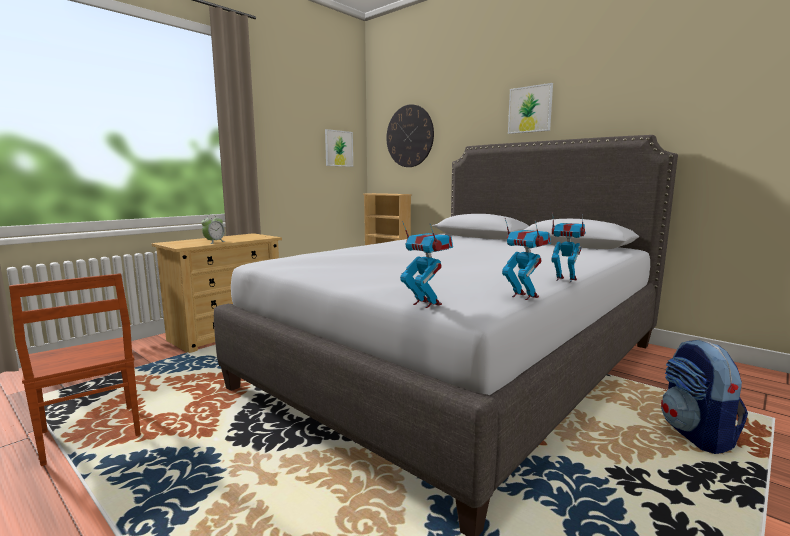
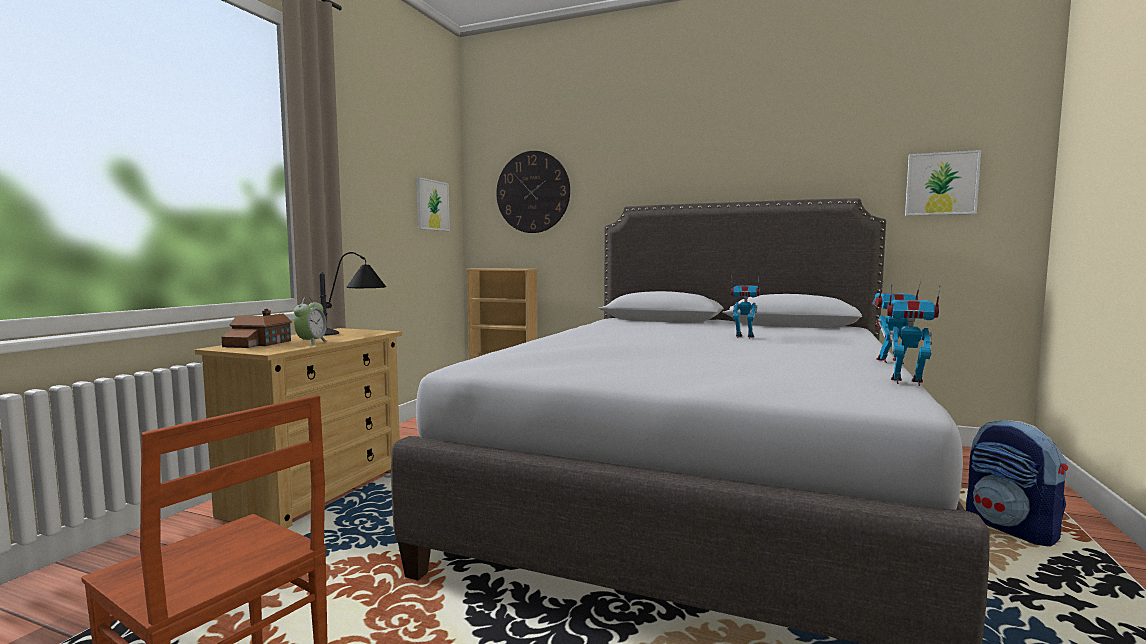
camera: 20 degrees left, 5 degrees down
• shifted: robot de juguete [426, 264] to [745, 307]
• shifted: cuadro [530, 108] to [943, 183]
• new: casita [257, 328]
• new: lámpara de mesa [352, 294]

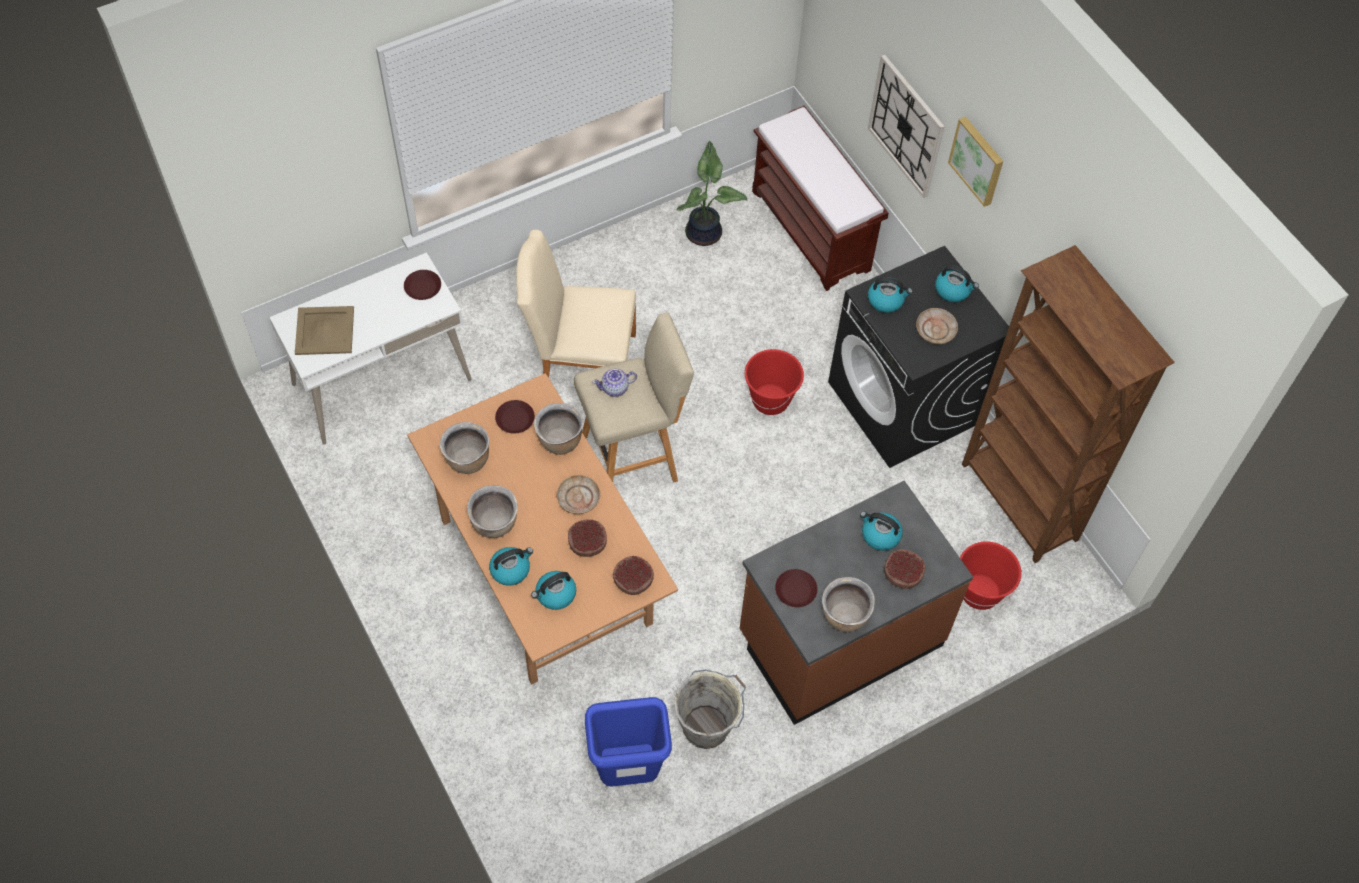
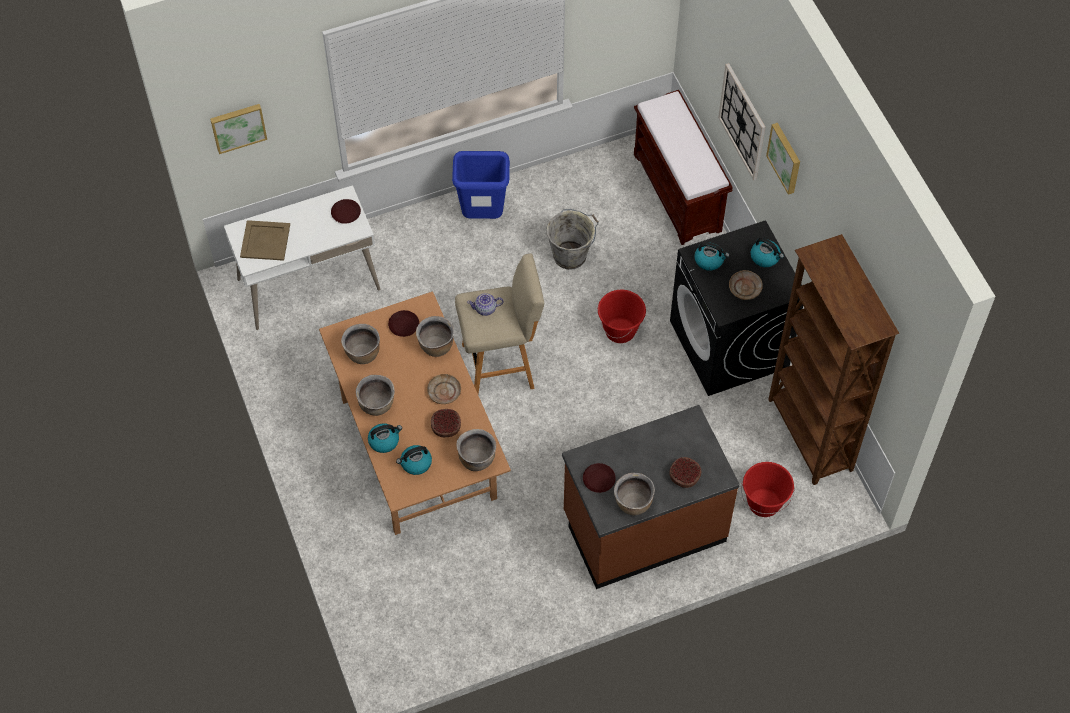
camera: 10 degrees right, 0 degrees up
• gone: silla/beis [576, 304]
• shifted: papelera/azul [628, 741] to [481, 185]
• swapped: cuenco [633, 575] to olla/marrón [476, 450]
• shifted: cubo/gris [710, 709] to [573, 239]
• gone: planta en maceta [711, 193]
• gone: hervidor [881, 531]
• new: cuadro [238, 129]

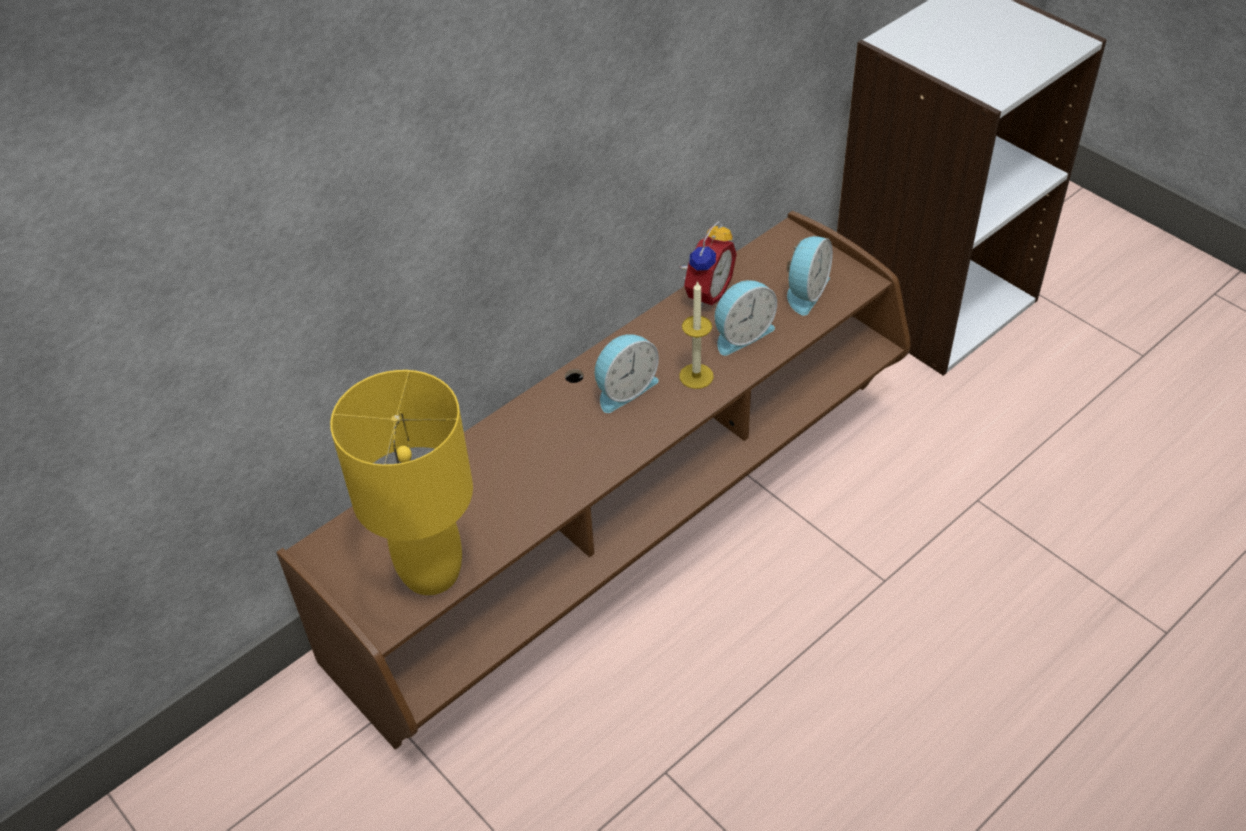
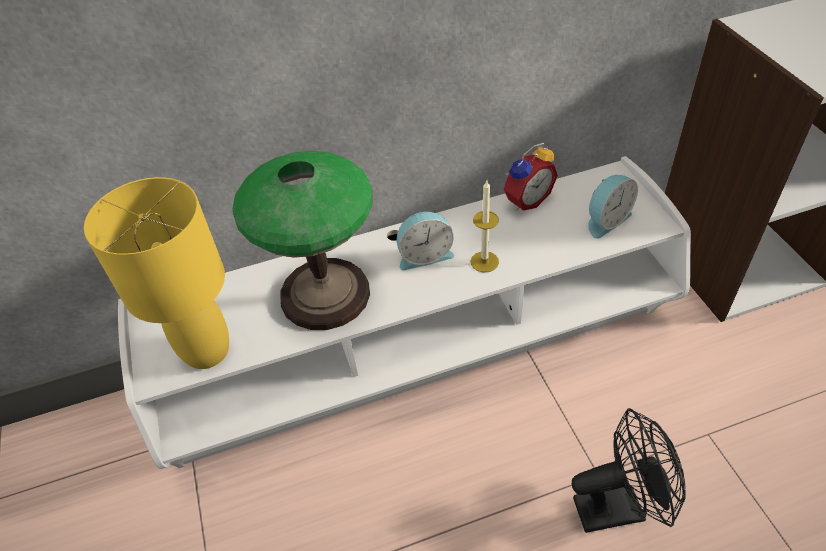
camera: 25 degrees right, 0 degrees up
• repainted: mueble de televisión/marrón [593, 480] to mueble de televisión/blanco [404, 312]
• gone: despertador [746, 318]
• new: lámpara de mesa [302, 240]
• new: ventilador/negro [629, 470]

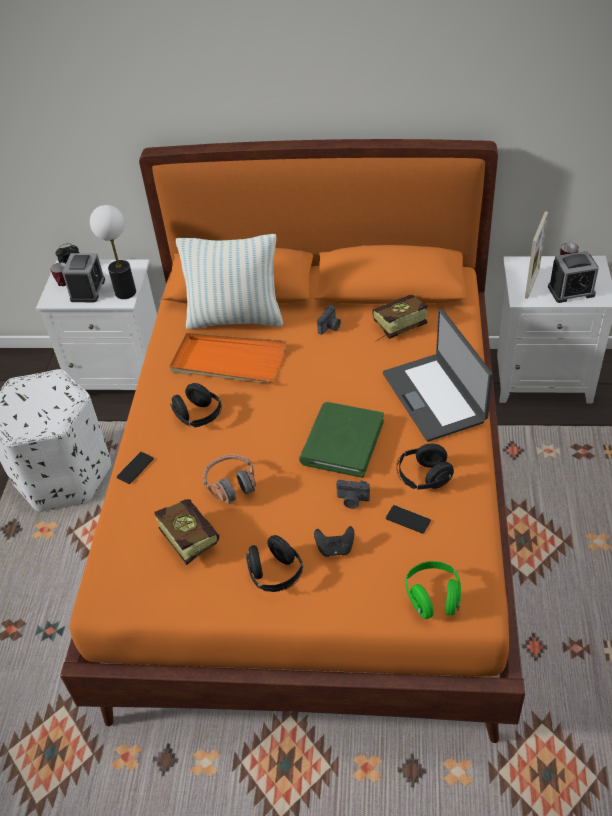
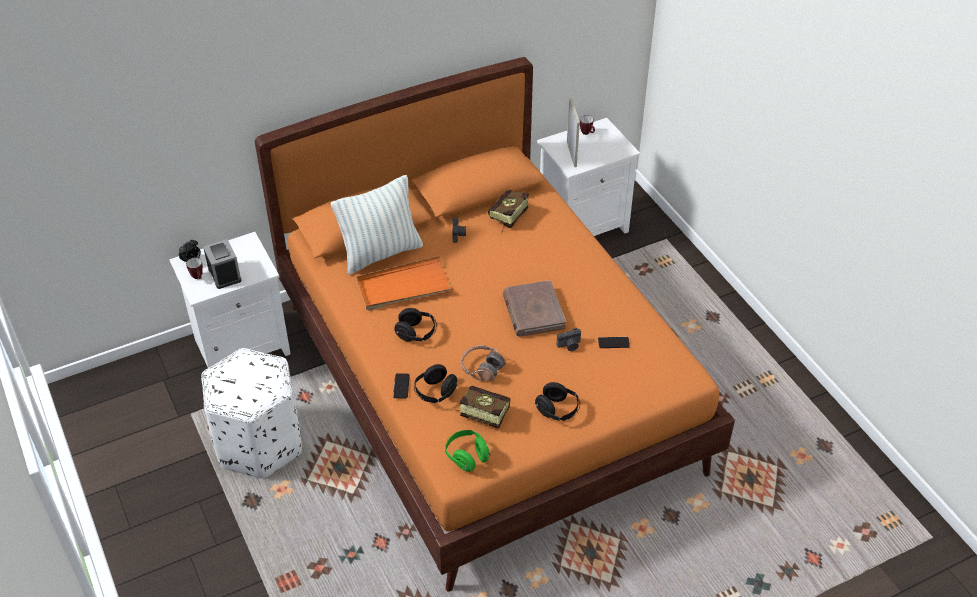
camera: 35 degrees left, 0 degrees up
• gone: lámpara de mesa [113, 252]
• repainted: libro/verde [341, 440] to libro/marrón [534, 308]
• gone: mando de consola/negro [334, 541]
• gone: portátil [438, 375]
• shifted: auriculares/negro [425, 466] to [435, 383]
• shifted: auriculares/verde [433, 590] to [468, 451]
• gone: despertador [573, 277]

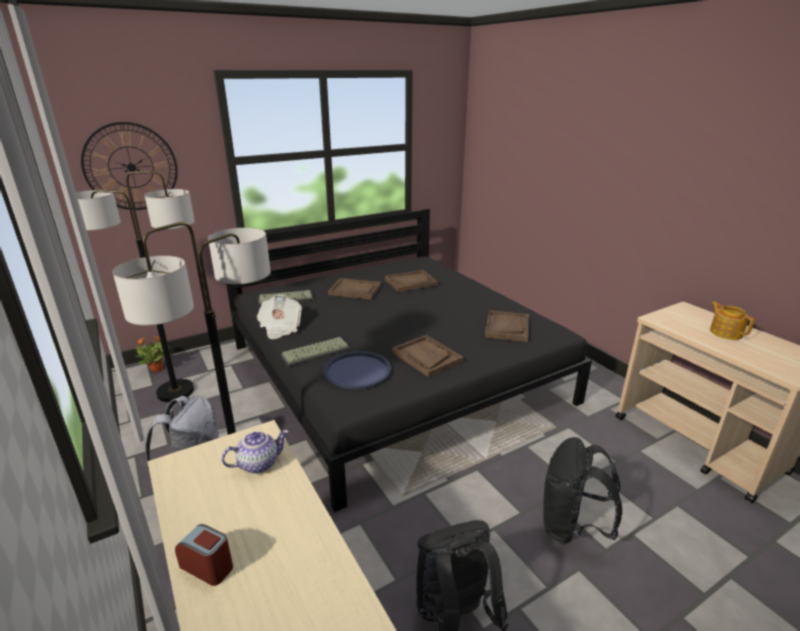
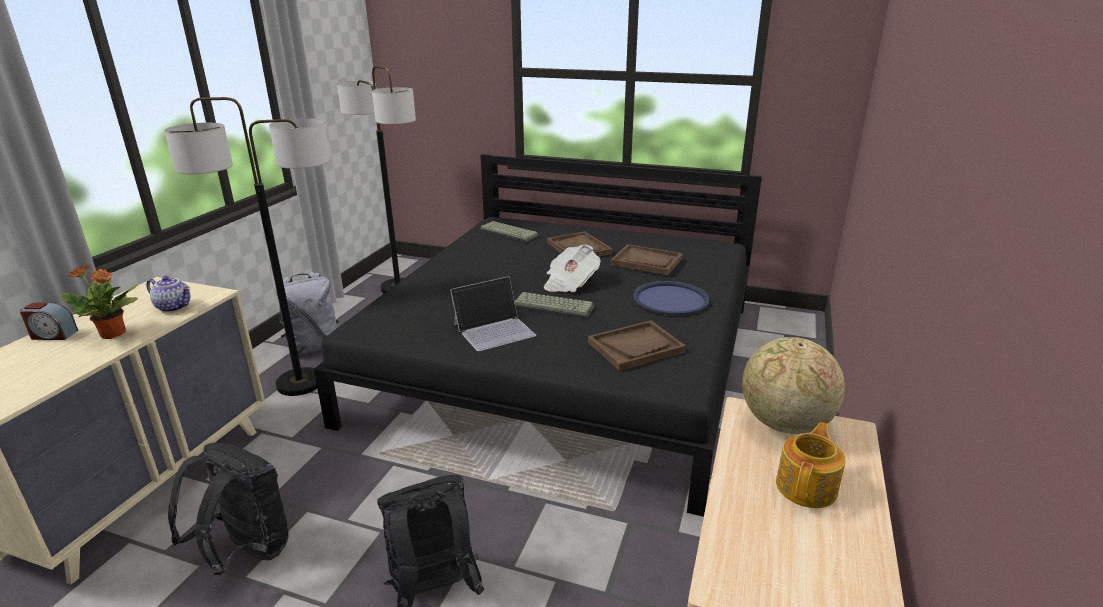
camera: 50 degrees right, 0 degrees up
• gone: reloj de pared [129, 166]
• shifted: planta en maceta [152, 354] to [99, 301]
• rotated: despertador [204, 555] = [49, 321] 105 degrees clockwise
• shifted: periódico [279, 317] to [572, 268]
• shifted: teclado [316, 352] to [554, 305]
• shifted: bandeja/azul [357, 370] to [671, 298]
• swapped: bandeja/marrón [428, 356] to portátil [493, 313]
• new: globo terráqueo [793, 385]

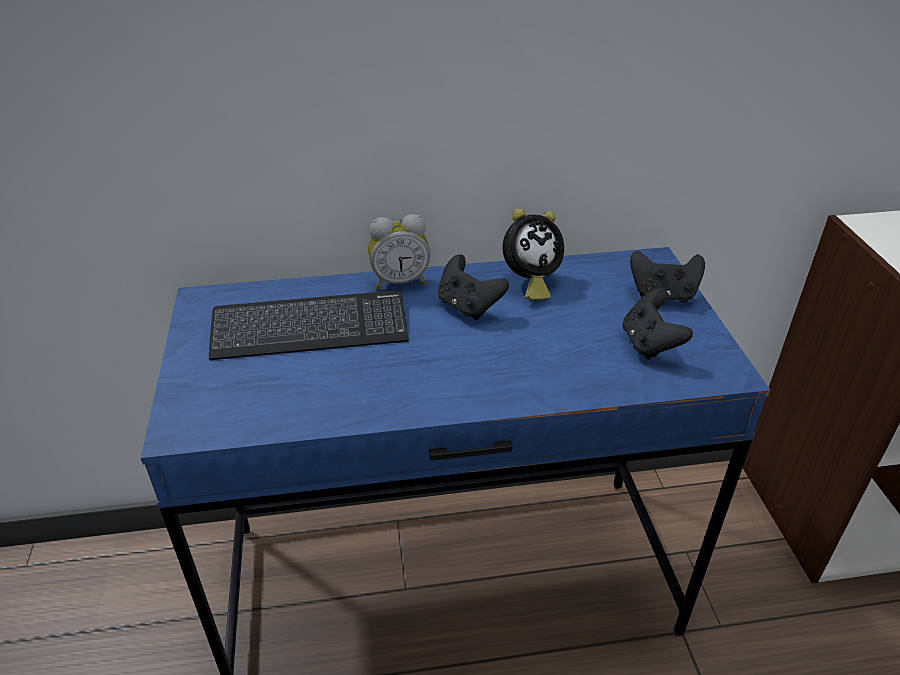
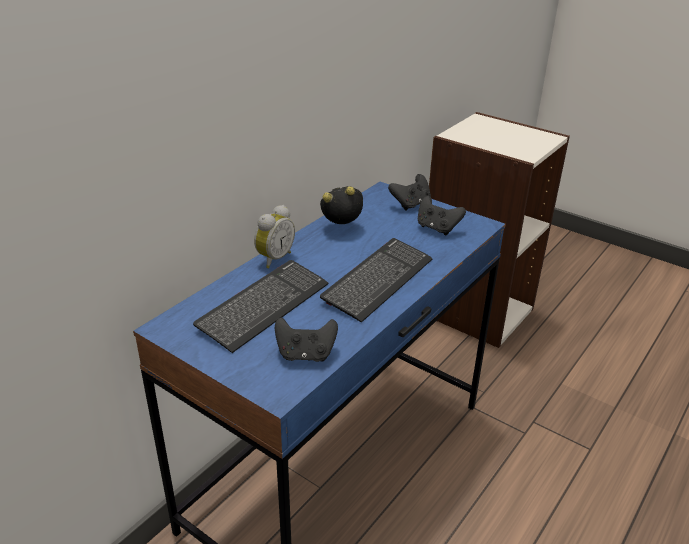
camera: 45 degrees left, 5 degrees down
• shifted: mando de consola/negro [473, 287] to [306, 339]
• rotated: despertador [533, 254] = [341, 205] 120 degrees counterclockwise
• new: teclado [376, 280]

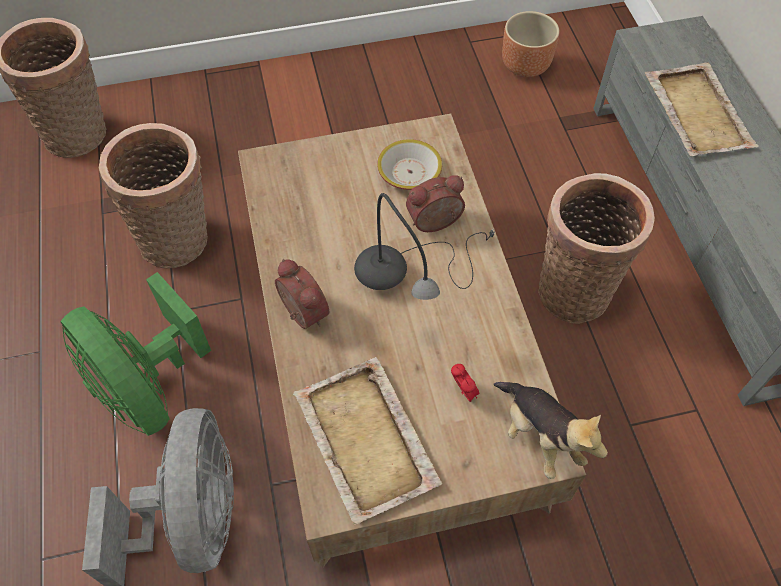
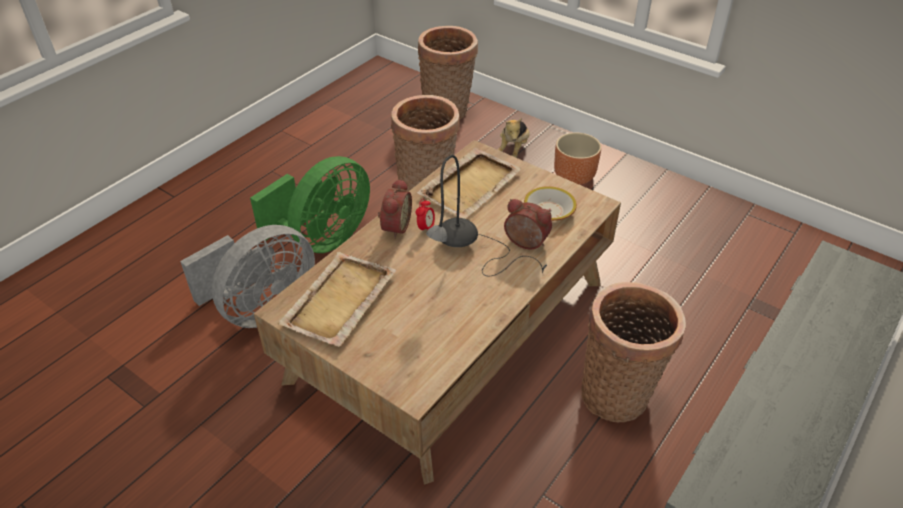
camera: 50 degrees right, 15 degrees down
• rotated: ventilador/verde [135, 354] = [310, 204] 150 degrees counterclockwise
• shifted: despertador [465, 383] to [425, 215]
• shifted: peluche [551, 430] to [514, 138]
• shifted: maceta/marrón [530, 44] to [577, 159]
• shifted: bandeja/beis [702, 109] to [469, 183]

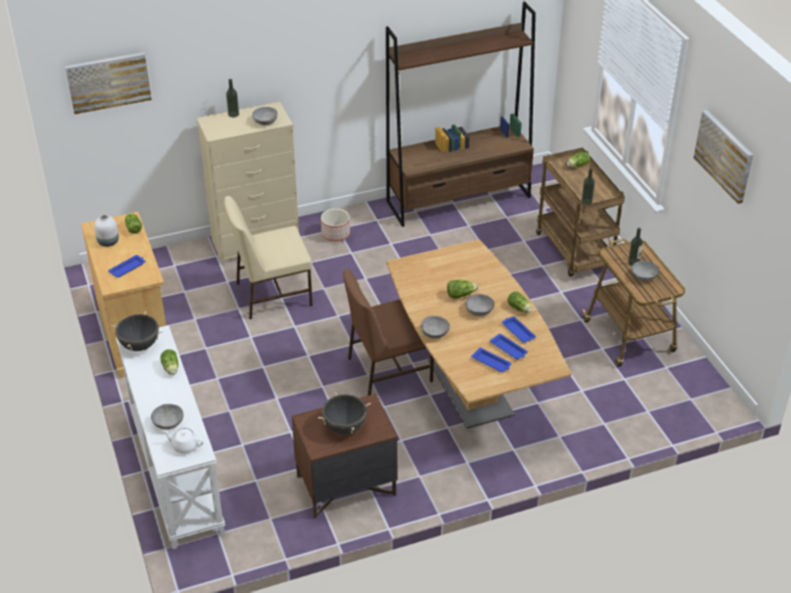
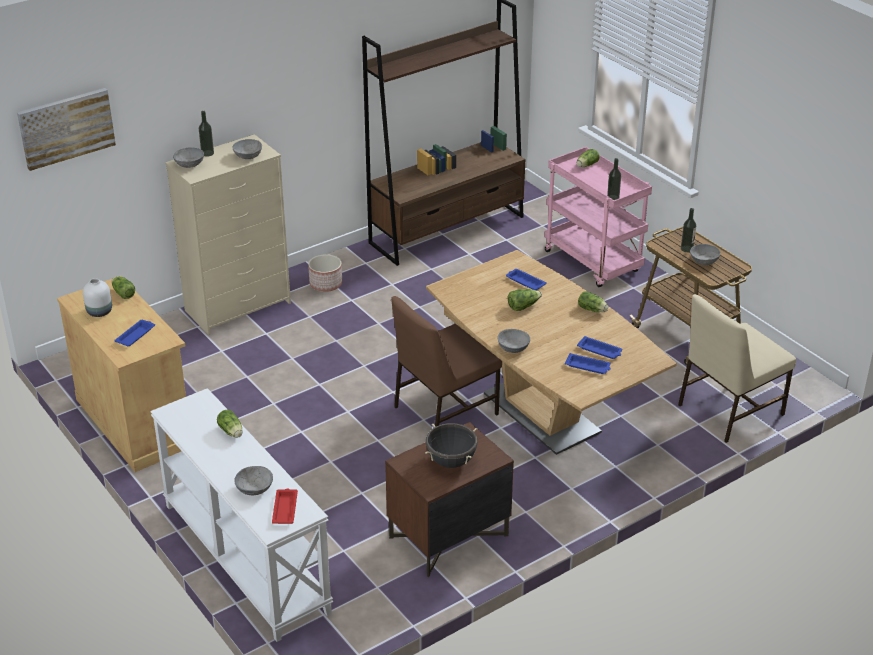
camera: 15 degrees left, 5 degrees down
• gone: olla/negro [136, 331]
• swapped: tetera/blanco [183, 440] to bandeja/rojo [285, 506]
• shifted: silla/beis [268, 257] to [737, 368]
• shifted: cuenco/gris [479, 305] to [188, 157]
• shifted: bandeja/azul [519, 329] to [526, 279]
• repainted: carrito/marrón [580, 212] to carrito/rosa [598, 217]
• gone: cuadro [723, 157]

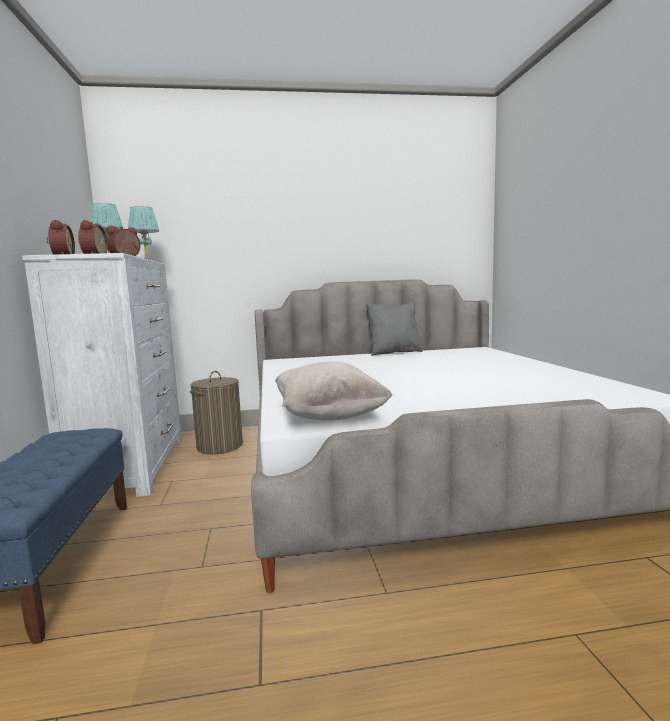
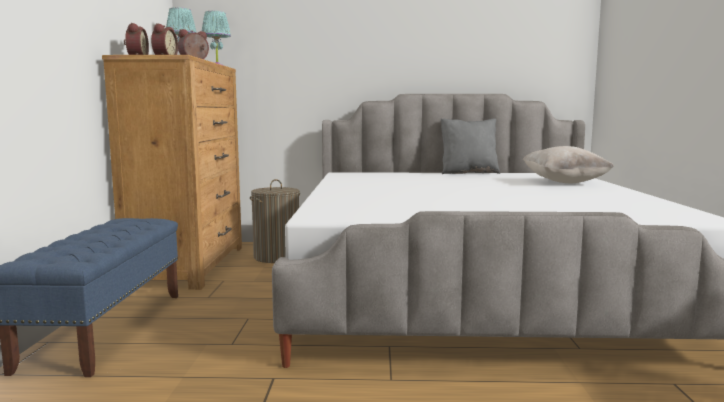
camera: 10 degrees right, 0 degrees up
• repainted: cómoda/blanco [102, 375] to cómoda/marrón [172, 172]
• shifted: cojín/beis [334, 391] to [568, 164]

